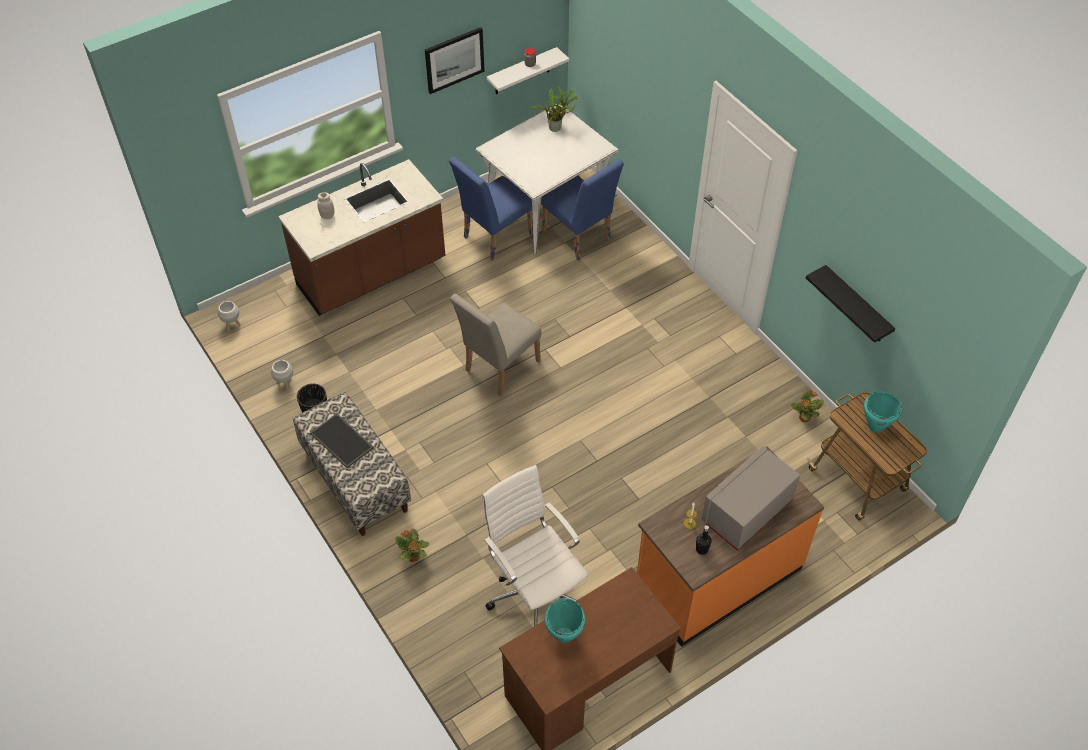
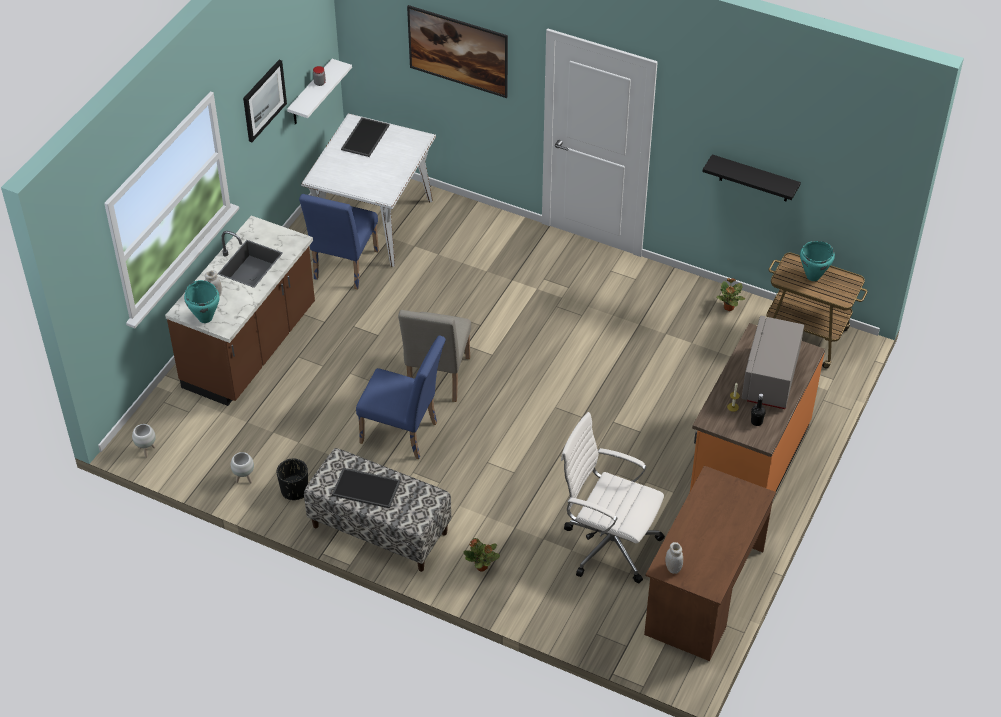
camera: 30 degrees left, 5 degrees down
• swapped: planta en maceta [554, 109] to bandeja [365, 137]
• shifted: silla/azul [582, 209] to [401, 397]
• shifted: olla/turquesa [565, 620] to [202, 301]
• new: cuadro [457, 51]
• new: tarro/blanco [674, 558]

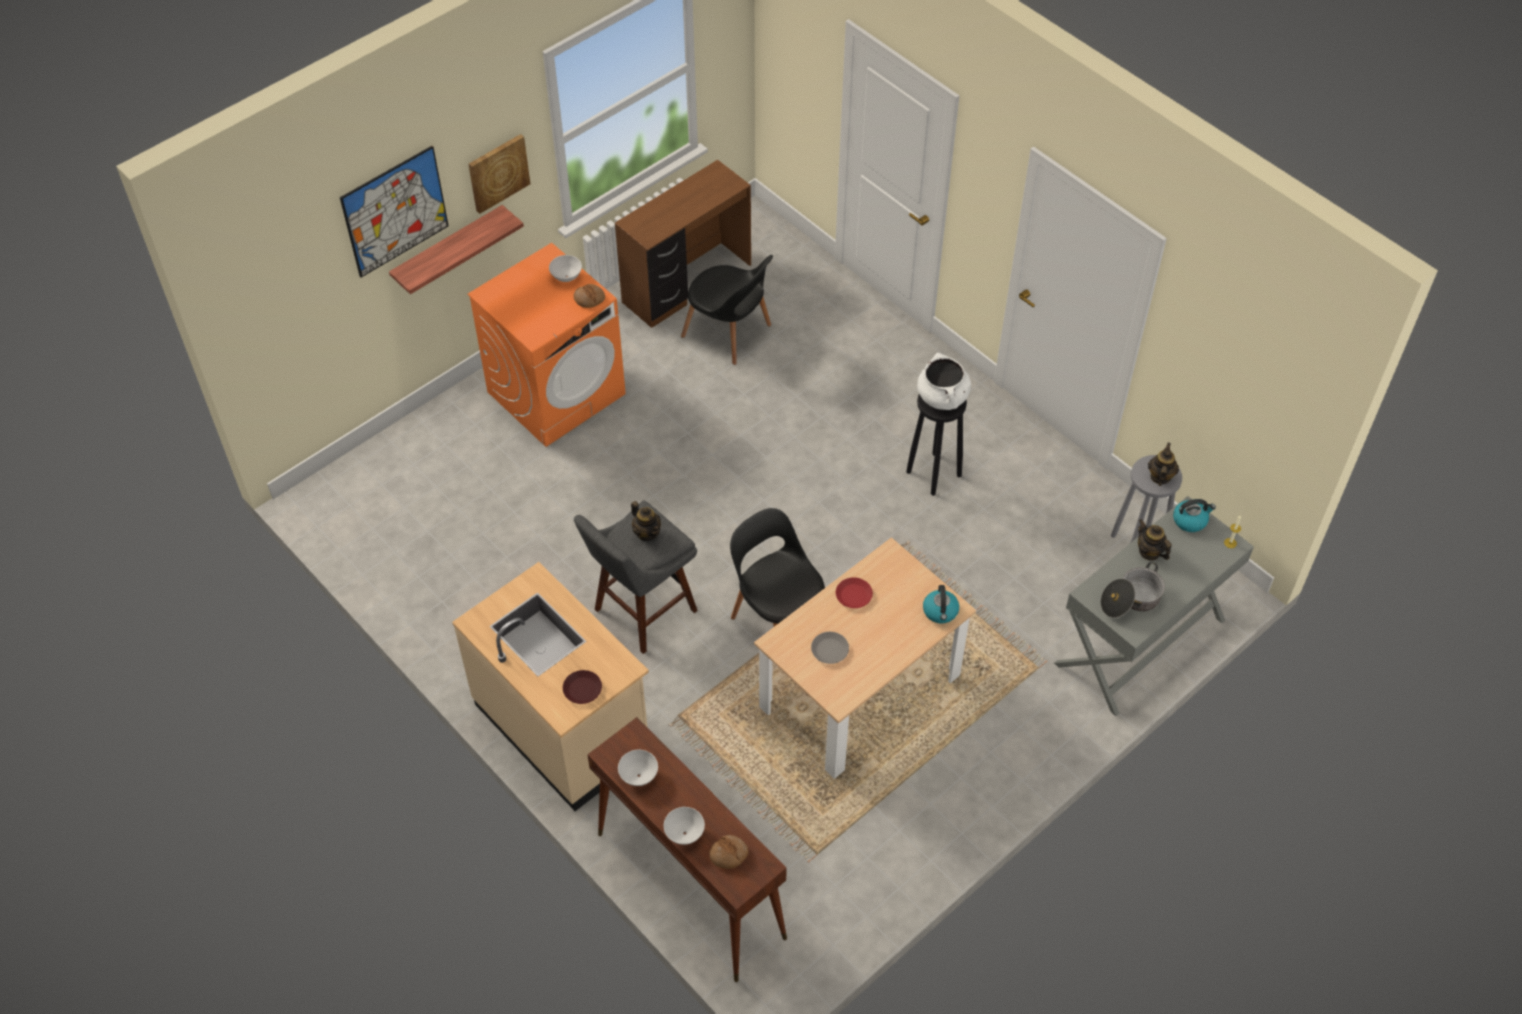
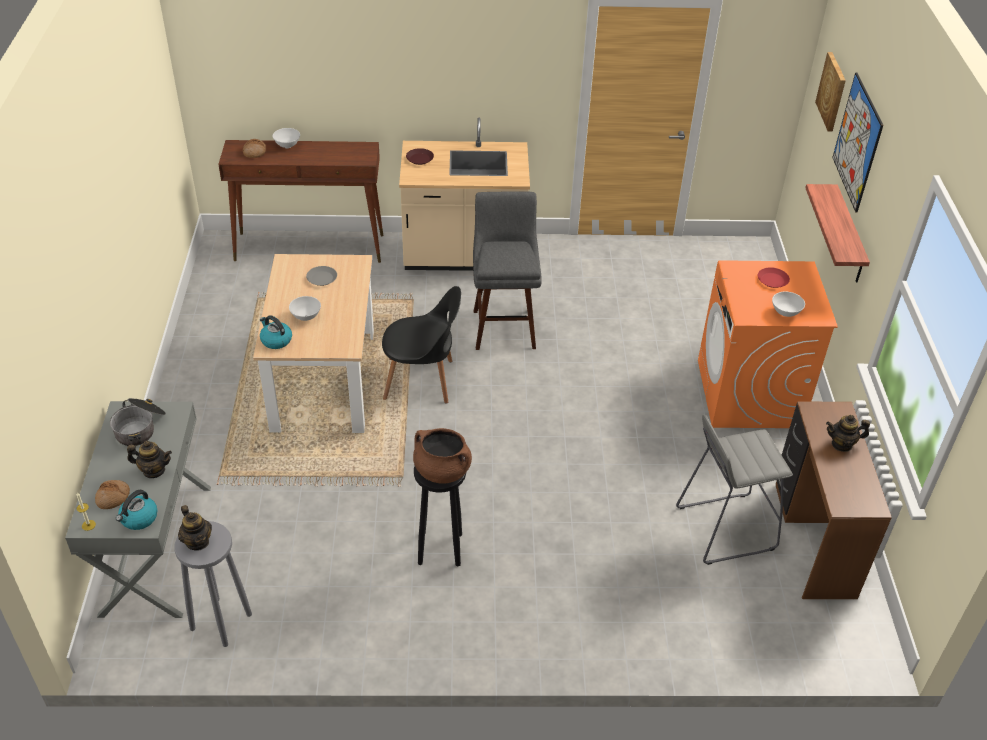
camera: 130 degrees right, 10 degrees down
• shifted: cuadro [499, 174] to [830, 92]
• shifted: pan [589, 296] to [112, 494]
• shifted: cuenco/blanco [638, 768] to [305, 308]
• shifted: tetera [646, 521] to [848, 433]
• swapped: silla/negro [727, 310] to taburete/gris [734, 489]
• shifted: plato/rojo [854, 592] to [774, 277]
• repainted: olla/blanco [944, 381] to olla/marrón [442, 456]

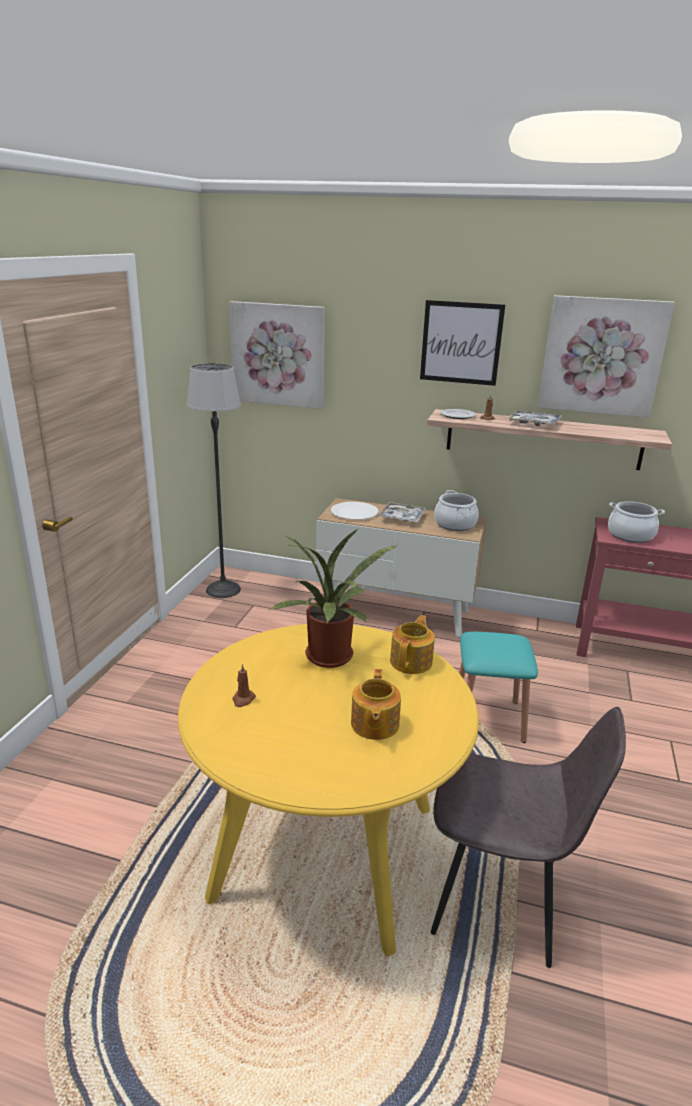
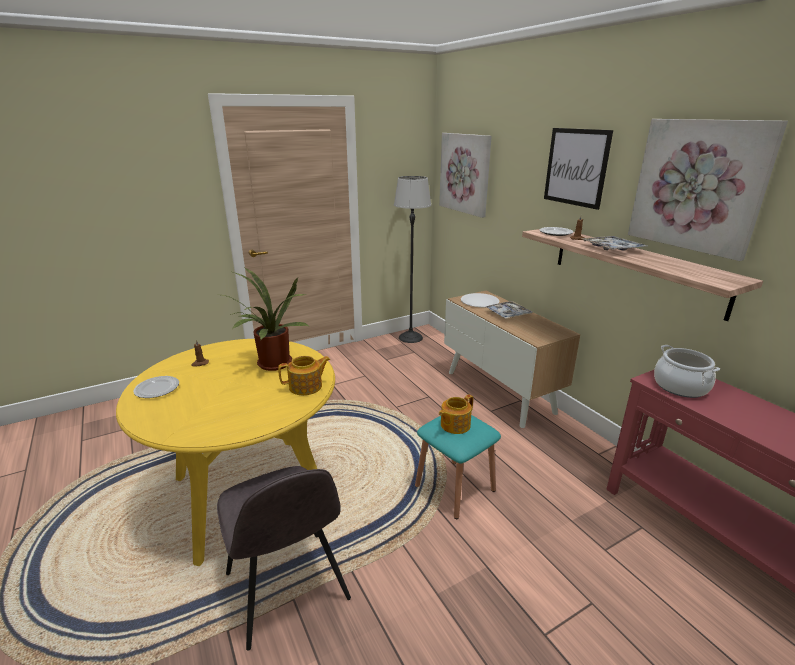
camera: 45 degrees right, 0 degrees up
• shifted: tetera [376, 704] to [456, 414]
• gone: olla [456, 510]
• new: plato [156, 387]

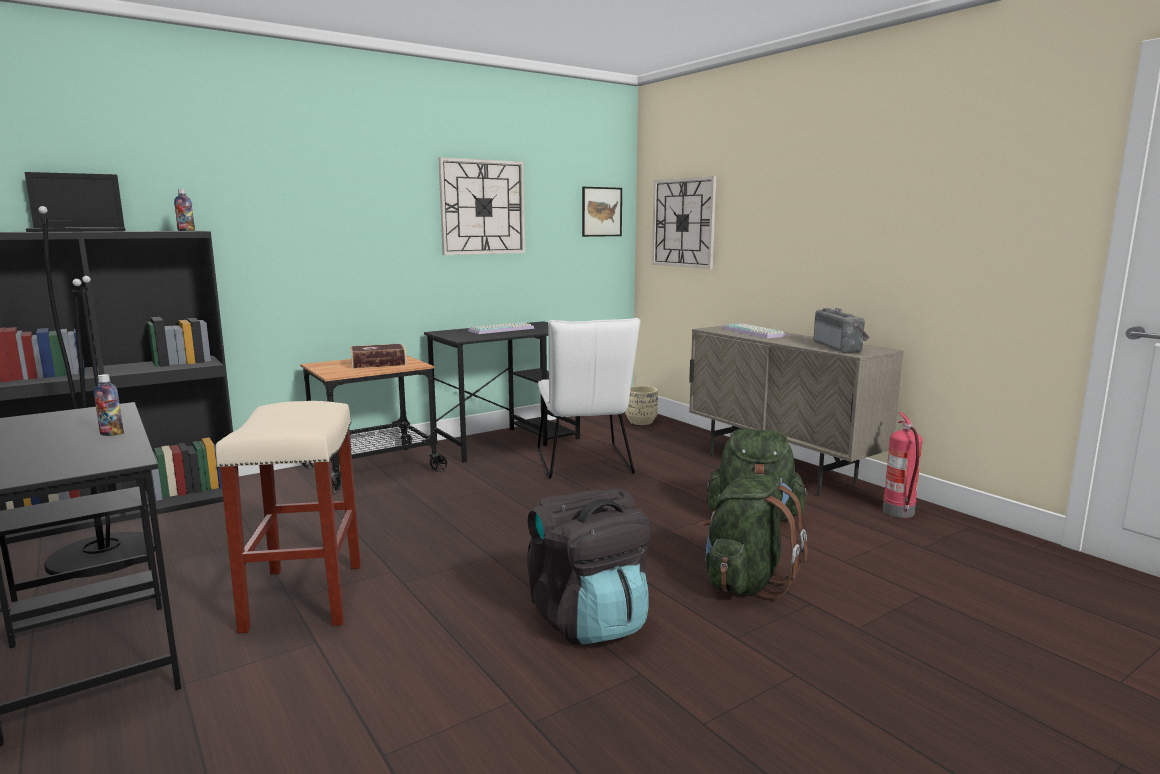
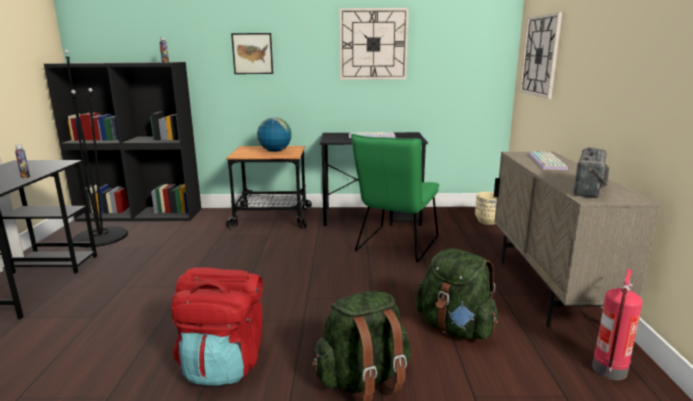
camera: 35 degrees right, 5 degrees up
• gone: portátil [75, 202]
• gone: taburete/beis [288, 517]
• swapped: libro [378, 356] to globo terráqueo [274, 134]
• repainted: mochila/negro [588, 566] to mochila/rojo [217, 326]
• repainted: silla/blanco [588, 398] to silla/verde [395, 198]
• shifted: cuadro [602, 212] to [252, 53]

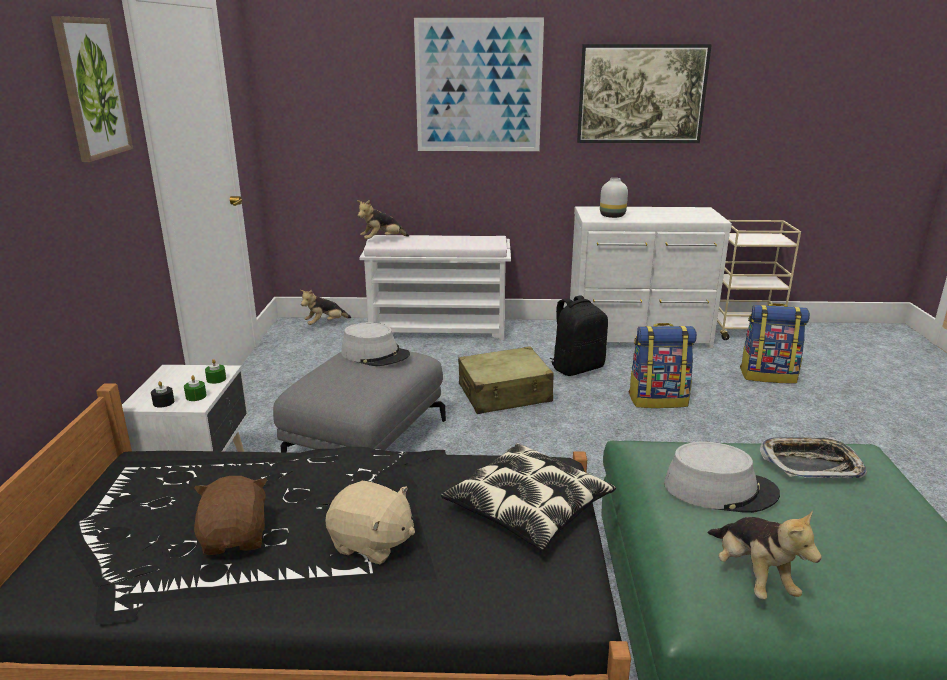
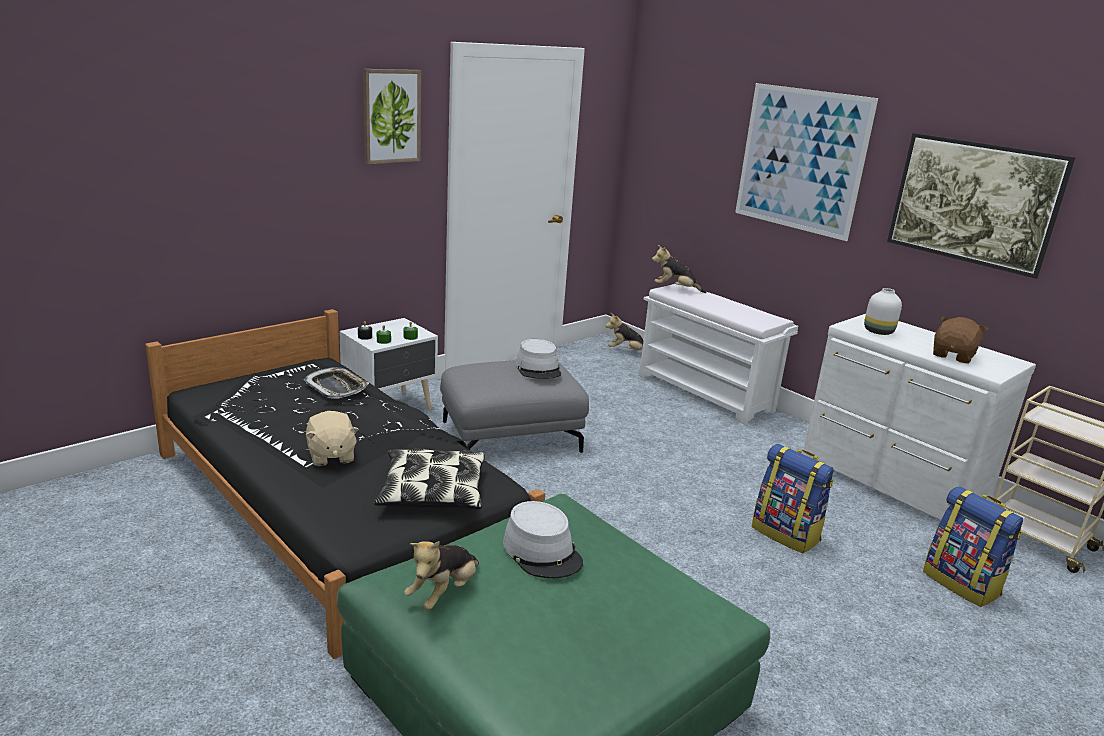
camera: 45 degrees right, 0 degrees up
• shifted: peluche/marrón [230, 515] to [960, 340]
• gone: maleta/beis [506, 380]
• gone: mochila/negro [579, 335]
• shifted: bandeja [813, 457] to [336, 383]

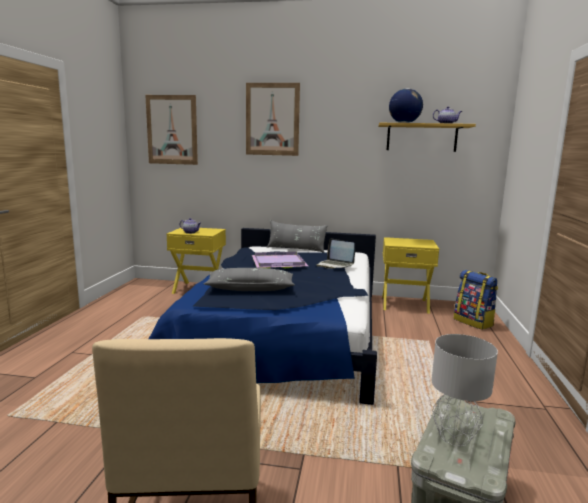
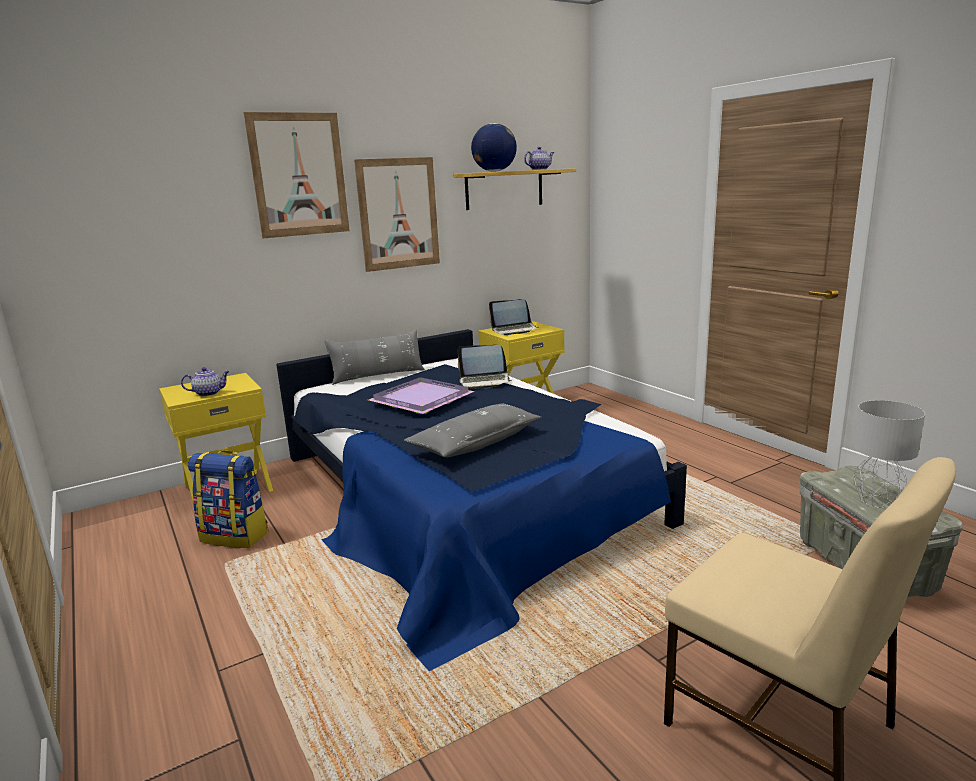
camera: 40 degrees left, 5 degrees up
• shifted: cuadro [171, 130] to [397, 214]
• shifted: mochila [476, 300] to [228, 499]
• new: portátil [513, 317]

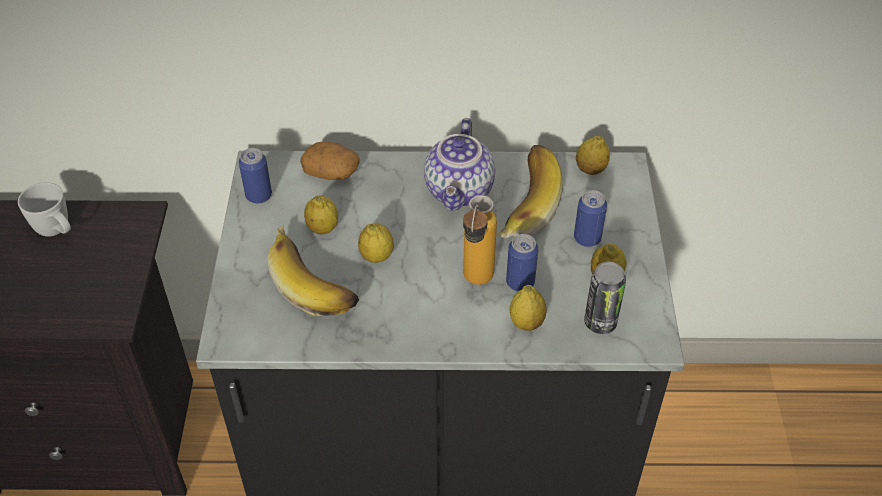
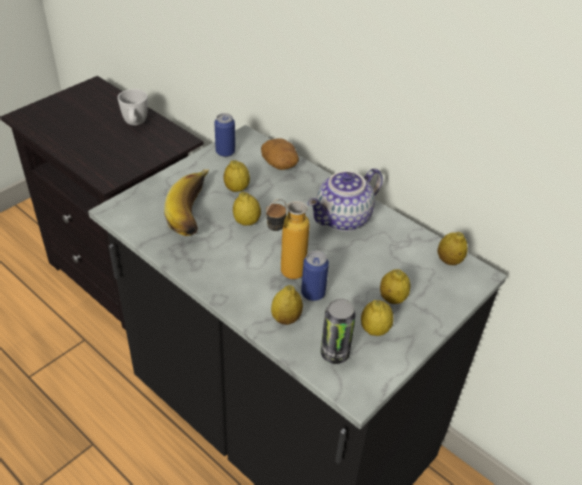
camera: 40 degrees right, 5 degrees down
• gone: plátano [529, 191]
• swapped: lata [590, 218] to limón [395, 286]

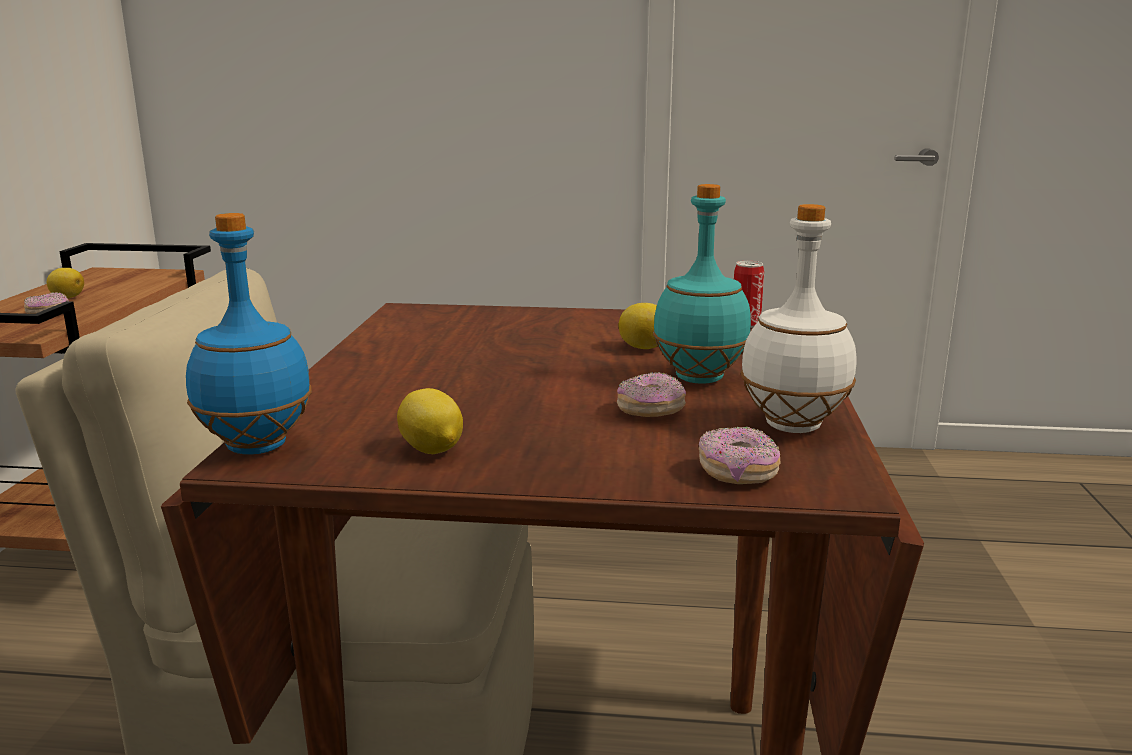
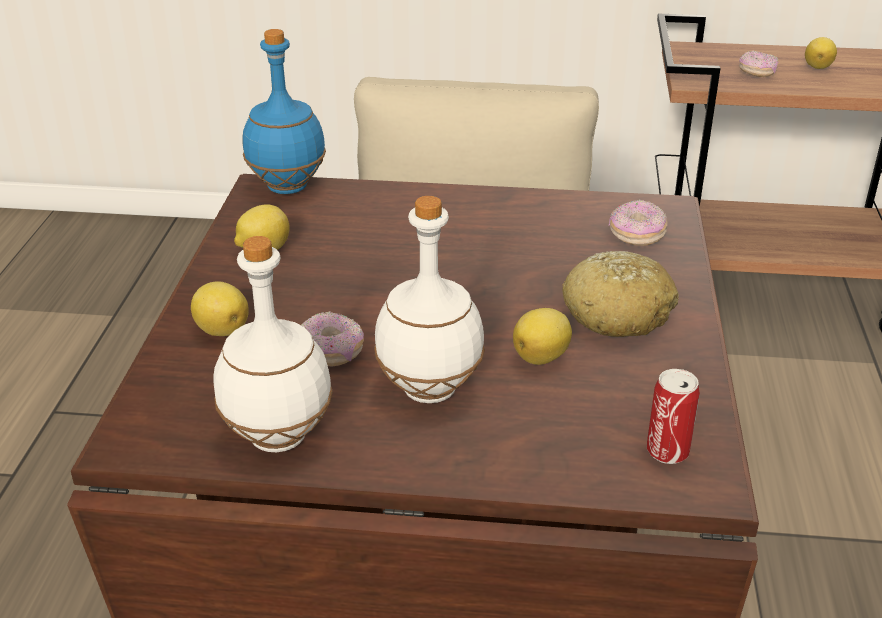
camera: 90 degrees right, 15 degrees up
• repainted: botella/turquesa [702, 284] to botella/blanco [429, 299]
• shifted: rosquilla [739, 455] to [638, 223]
• new: limón [220, 308]
• new: pan [620, 294]

